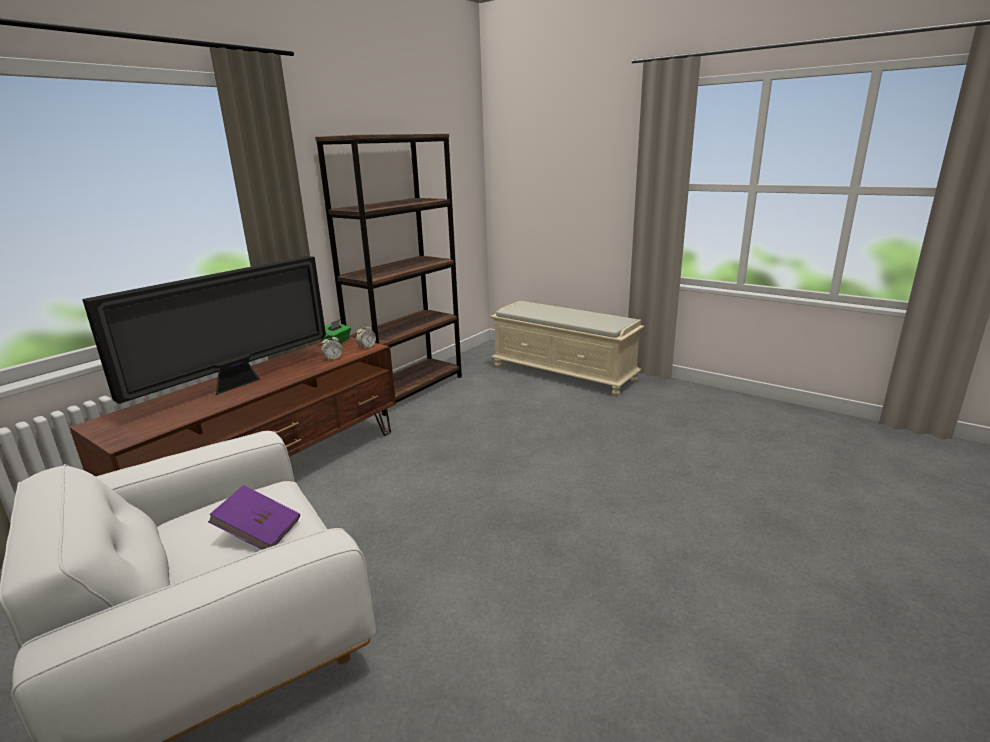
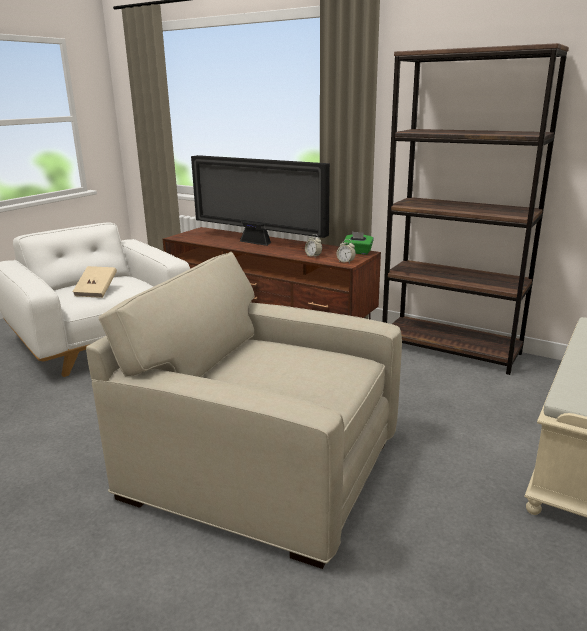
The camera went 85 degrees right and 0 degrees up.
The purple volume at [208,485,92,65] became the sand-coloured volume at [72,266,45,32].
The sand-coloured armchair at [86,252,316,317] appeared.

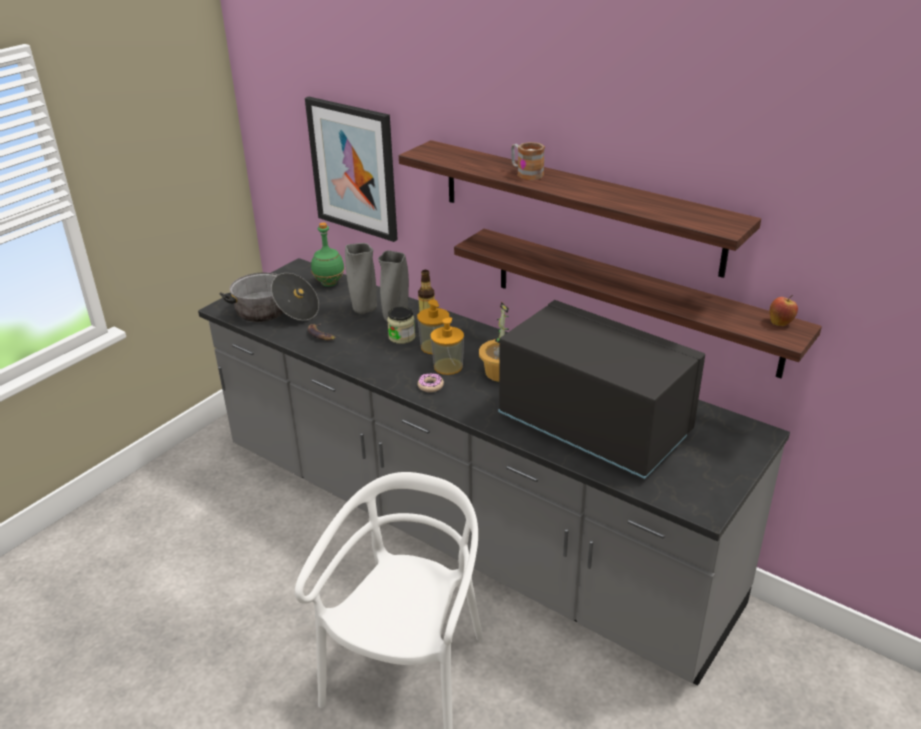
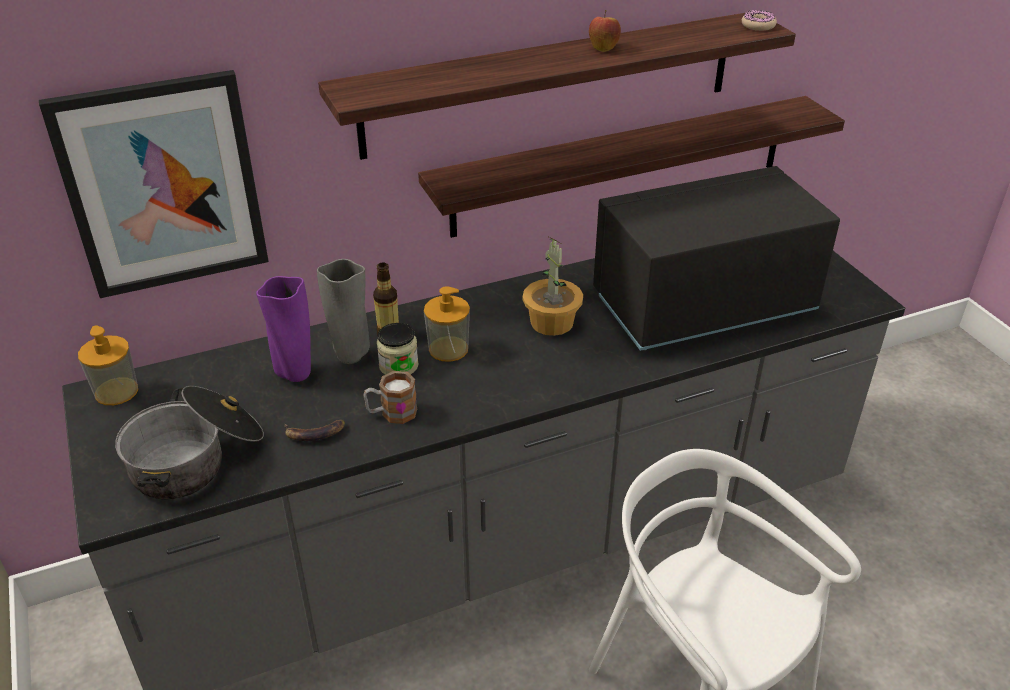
The camera went 60 degrees left and 5 degrees up.
The soap bottle moved from [430,317,34,58] to [78,325,60,80].
The grey vase at [345,243,32,71] became the purple vase at [256,276,55,106].
The coffee mug moved from [511,142,34,38] to [363,371,54,53].
The whole apple moved from [770,295,28,31] to [589,10,32,42].
The doughnut moved from [417,373,27,19] to [742,10,35,21].
The green drink bottle at [311,222,34,65] disappeared.

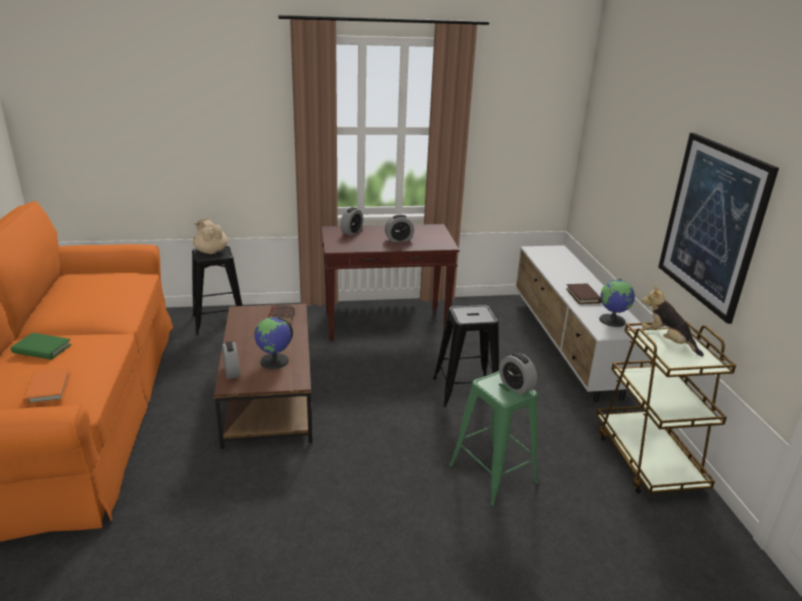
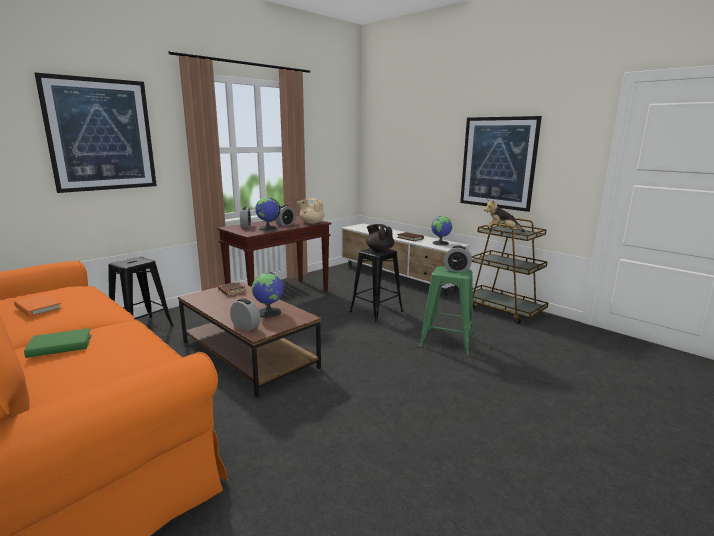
The camera went 35 degrees left and 10 degrees down.
The orangey volume moved from [23,367,48,38] to [14,294,49,23].
The wall picture at [35,73,122,120] appeared.
The world globe at [255,197,26,34] appeared.
The sand-coloured teapot moved from [193,218,35,36] to [297,198,27,26].
The blackish teapot at [367,224,27,28] appeared.

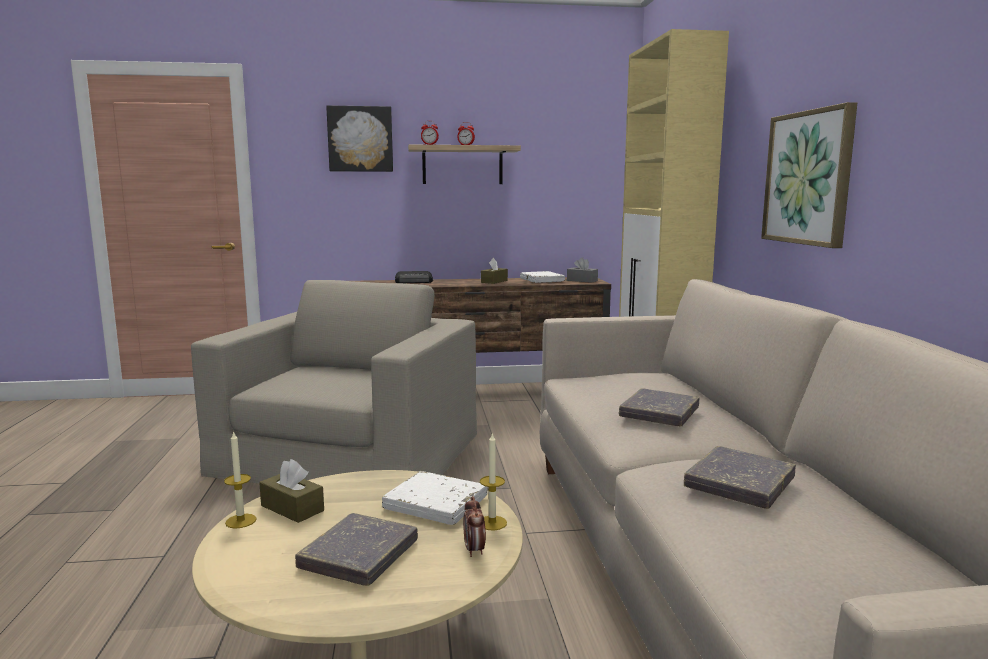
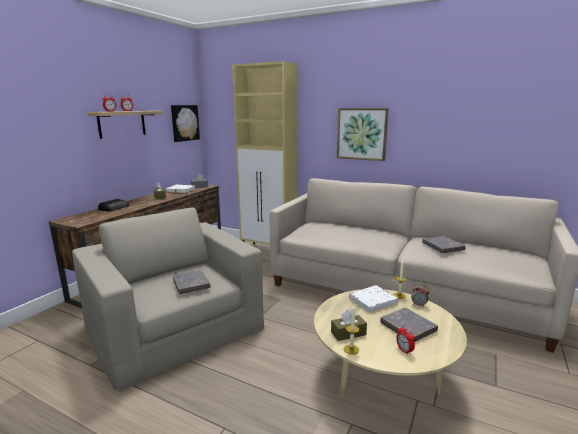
The camera went 55 degrees left and 5 degrees up.
The wall picture moved from [326,105,67,67] to [171,105,29,37].
The grey volume moved from [619,388,81,38] to [173,270,38,24].
The bedside clock at [396,325,19,30] appeared.

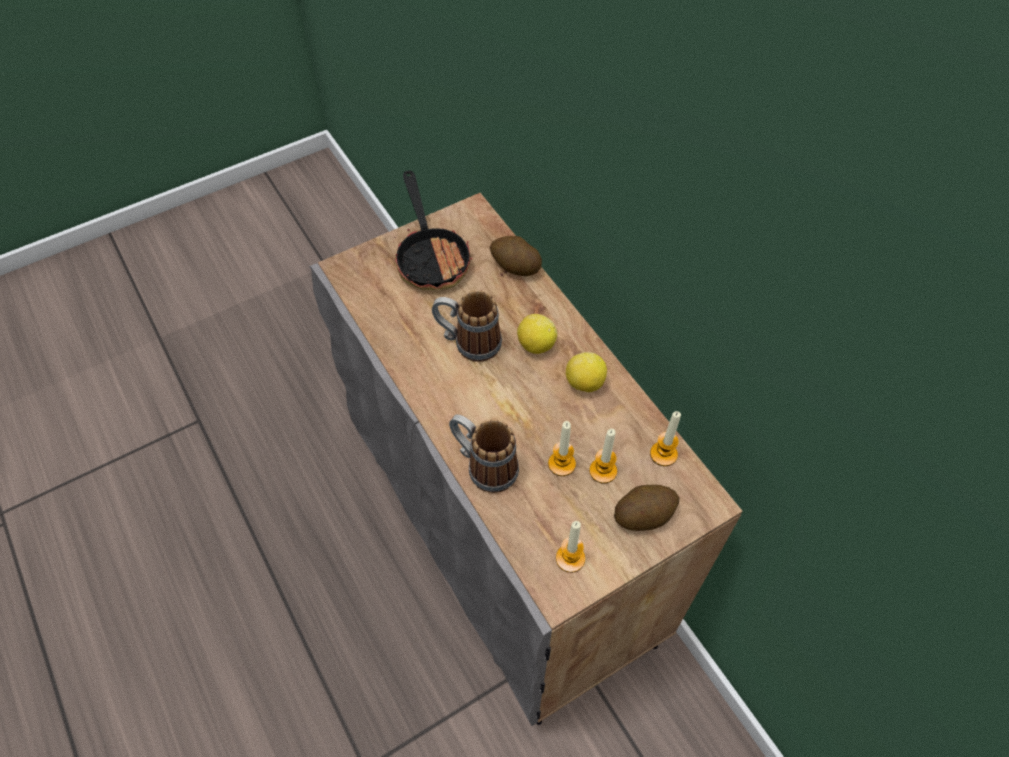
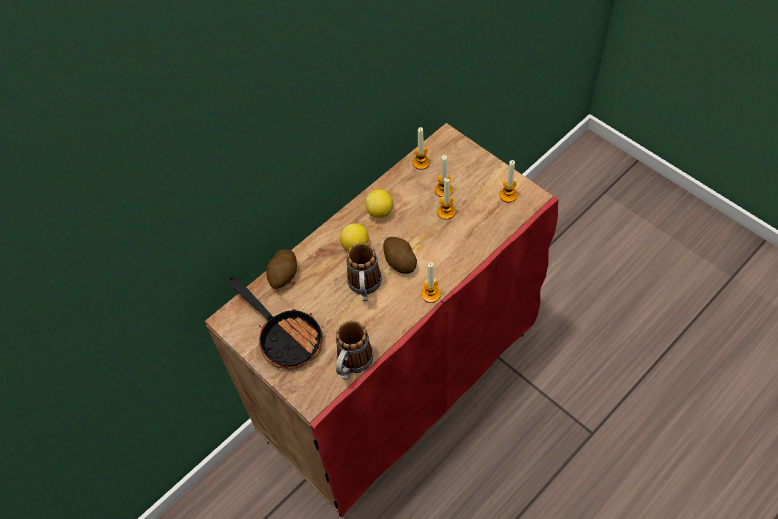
The camera went 100 degrees left and 0 degrees up.
The grey cupboard at [309,193,433,533] became the red-coloured cupboard at [205,123,354,394].
The frying pan at [393,170,79,120] turned 75 degrees clockwise.
The coffee mug moved from [449,414,70,79] to [336,320,37,60].
The spud moved from [614,485,66,46] to [383,237,34,37].
The wax light at [421,262,20,41] appeared.

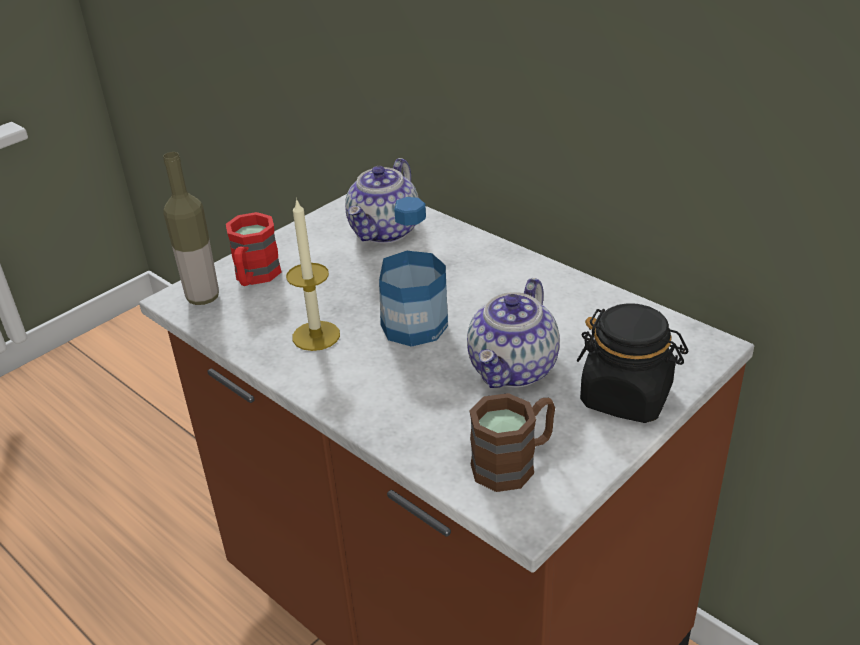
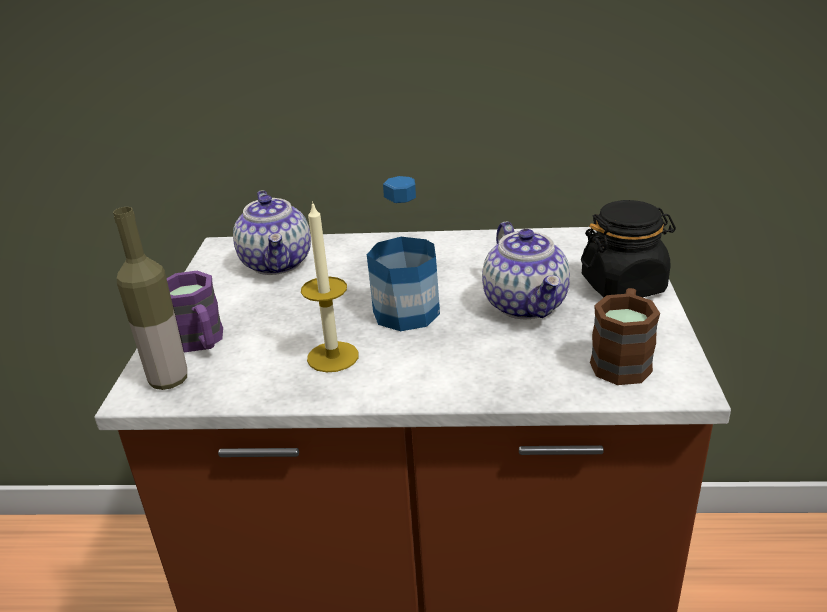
The camera went 40 degrees left and 5 degrees down.
The red-coloured coffee mug at [226,212,56,74] became the purple coffee mug at [167,270,56,82].

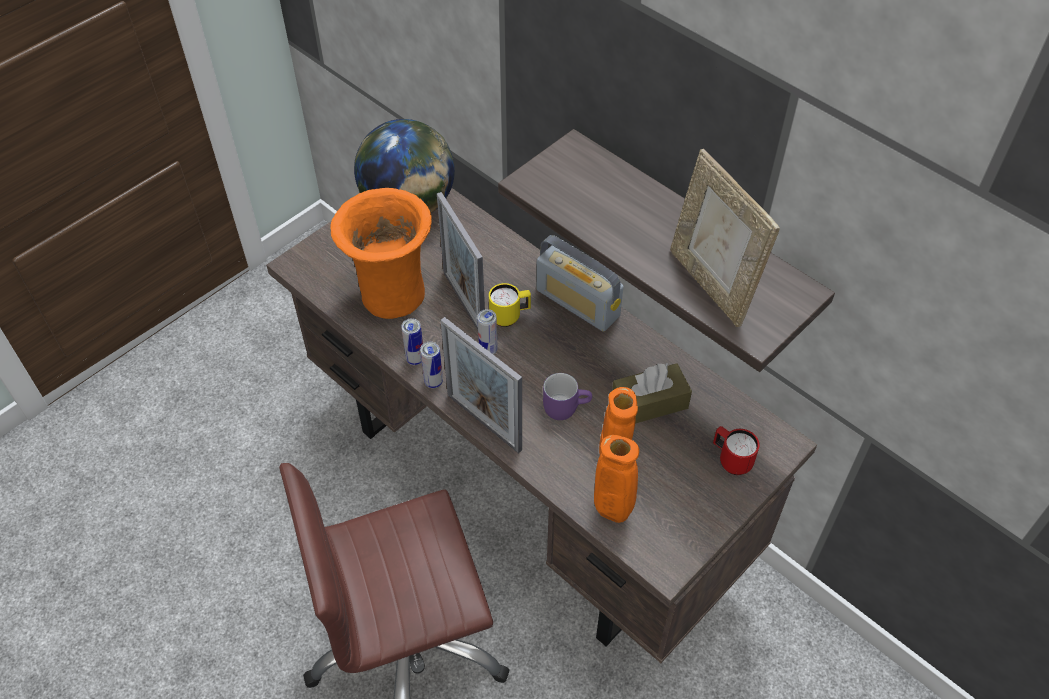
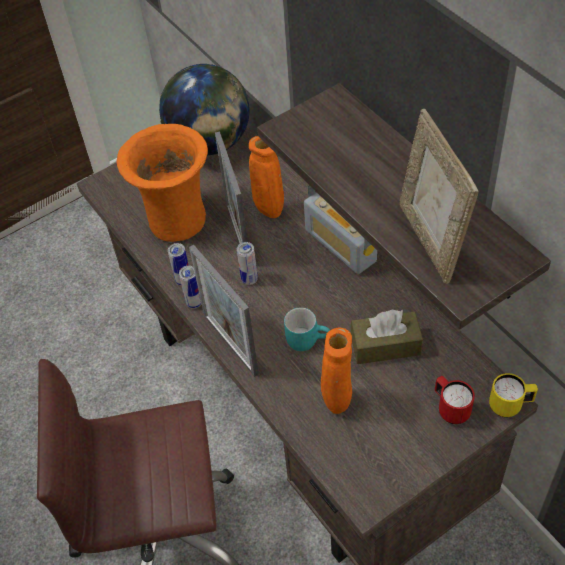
The camera went 15 degrees right and 0 degrees up.
The orangey vase moved from [594,435,45,88] to [249,136,35,82].
The purple coffee mug at [543,373,49,47] became the turquoise-coloured coffee mug at [284,307,46,44].
The yellow coffee mug moved from [489,283,42,44] to [489,373,49,44].

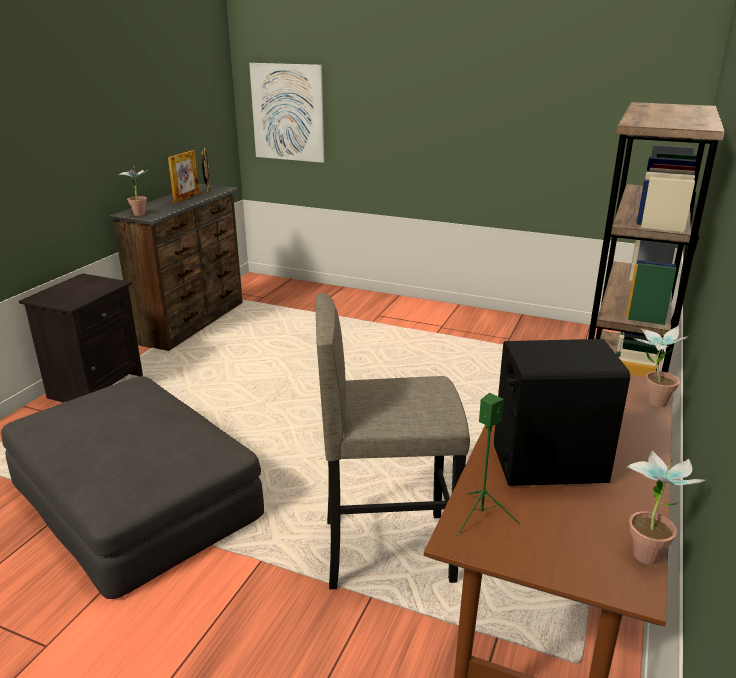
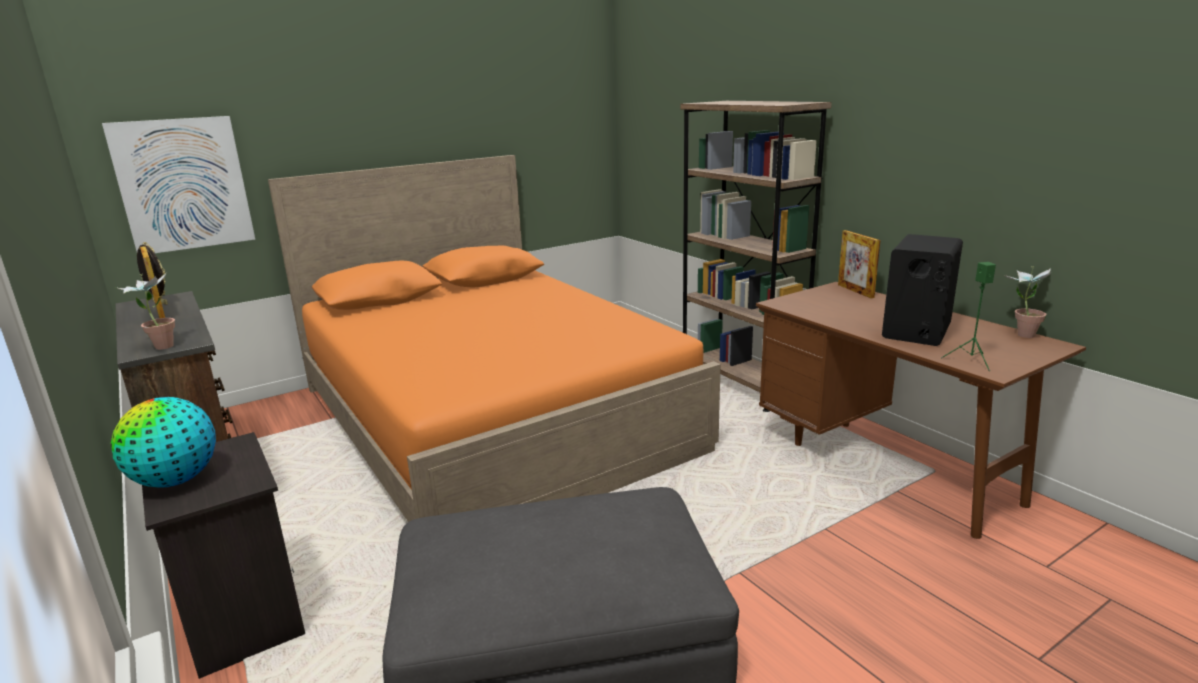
The camera went 55 degrees left and 5 degrees down.
The world globe at [111,397,105,91] appeared.
The orangey bedroom bed at [268,155,453,367] appeared.
The potted plant at [632,326,56,81] was replaced by the photo frame at [838,230,42,68].
The grey stool seat at [316,294,154,295] disappeared.

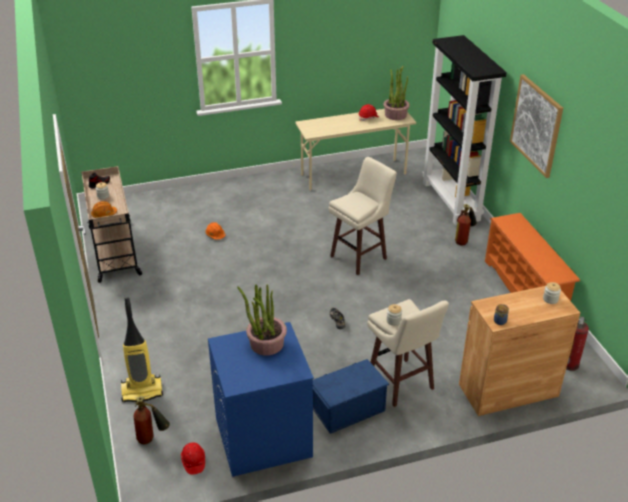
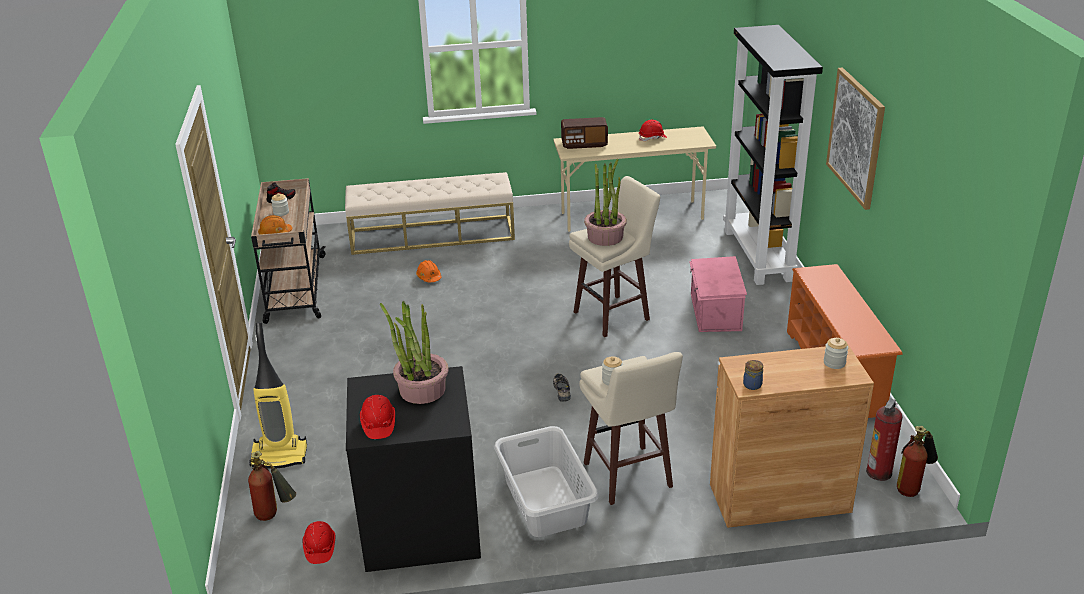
The camera went 10 degrees right and 5 degrees down.
The sand-coloured long seat at [345,172,170,83] appeared.
The bluish washing machine at [208,322,106,155] became the blackish washing machine at [346,366,135,206].
The red-coloured safety helmet at [360,395,35,44] appeared.
The bluish storage bin at [313,359,76,75] was replaced by the grey washing basket at [494,426,105,111].
The radio receiver at [561,117,47,32] appeared.
The potted plant moved from [383,66,27,54] to [584,159,43,87].
The pink storage bin at [689,256,58,76] appeared.
The fire extinguisher moved from [455,204,22,41] to [897,426,41,71].

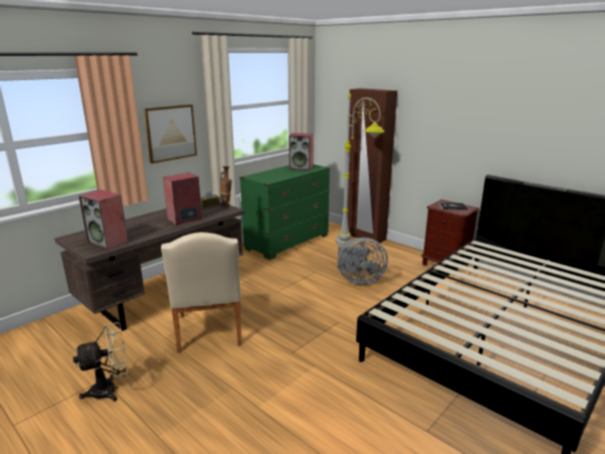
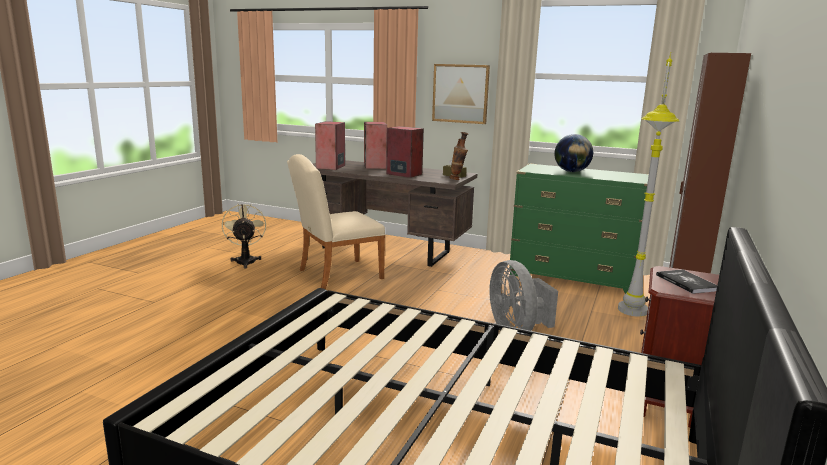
The camera went 70 degrees right and 5 degrees down.
The sand-coloured electric fan at [73,322,55,79] turned 150 degrees counterclockwise.
The speaker moved from [289,133,24,38] to [364,122,23,47].
The world globe at [554,134,39,38] appeared.

